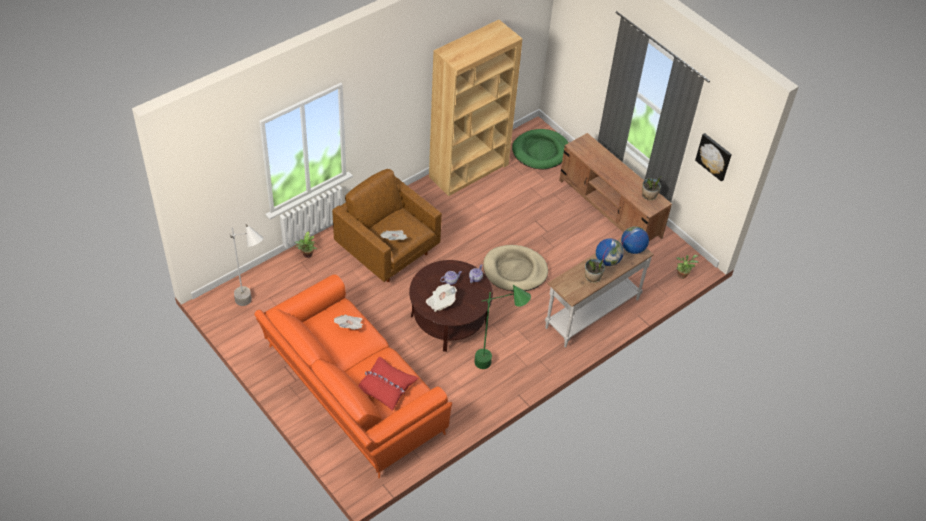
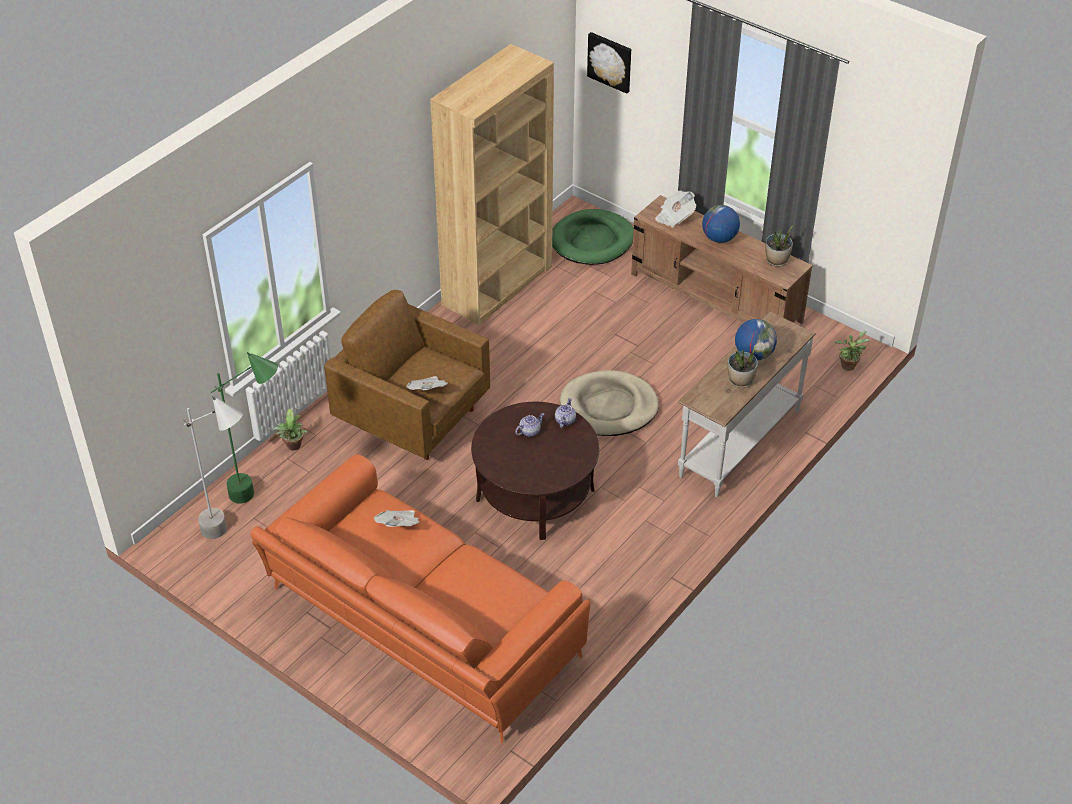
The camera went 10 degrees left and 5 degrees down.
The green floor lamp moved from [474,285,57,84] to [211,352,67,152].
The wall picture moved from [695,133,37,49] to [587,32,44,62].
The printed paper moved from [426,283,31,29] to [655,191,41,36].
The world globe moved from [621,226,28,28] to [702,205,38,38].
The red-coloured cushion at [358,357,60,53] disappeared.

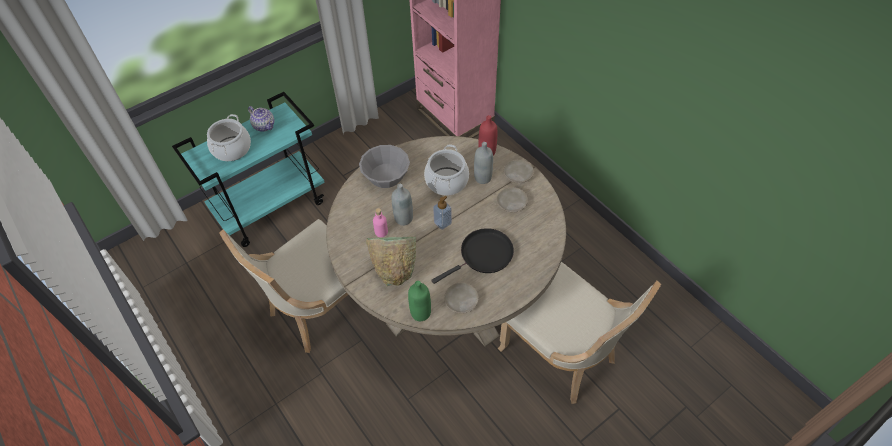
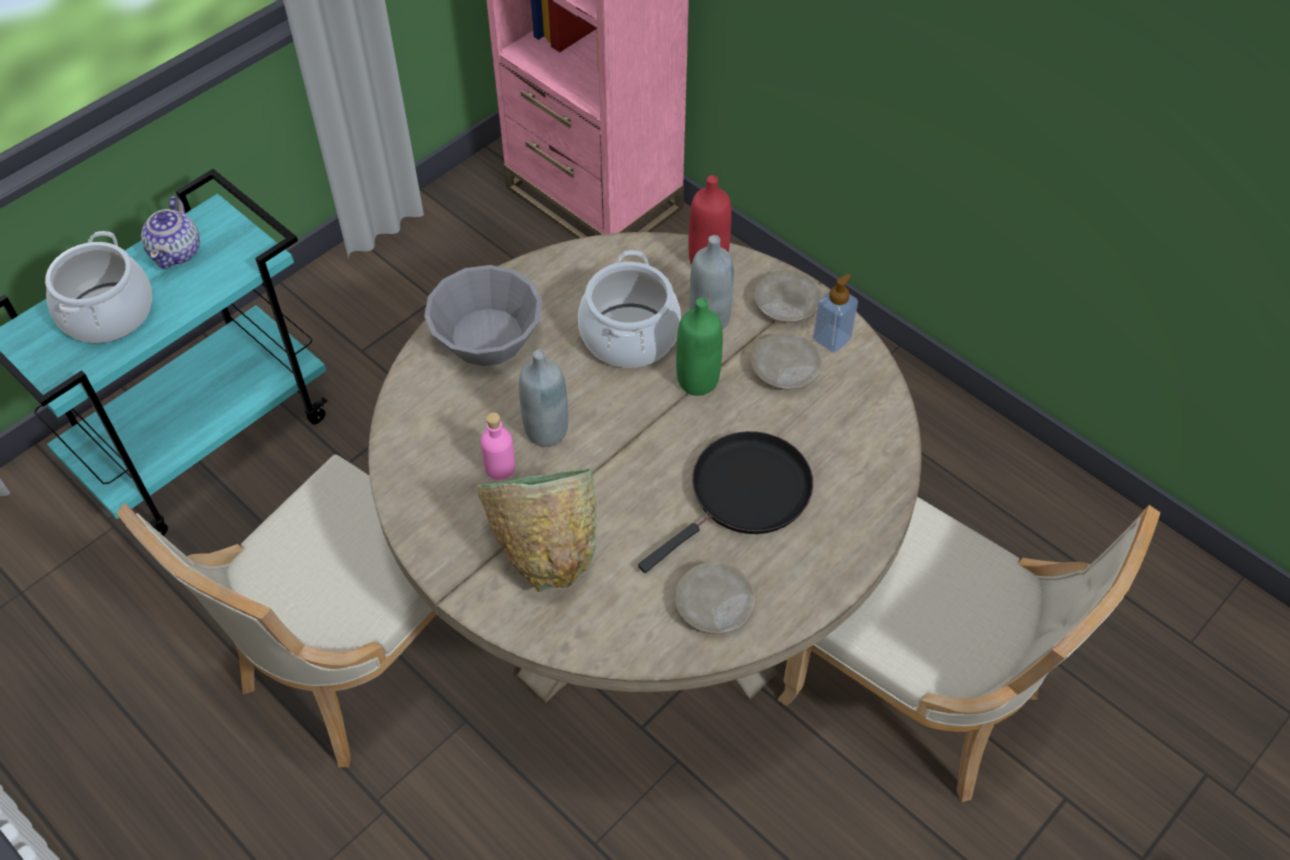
The camera went 10 degrees left and 0 degrees up.
The teapot at [248,106,27,26] turned 60 degrees clockwise.
The green drink bottle moved from [408,281,23,40] to [676,298,47,98].
The soap bottle moved from [433,196,19,34] to [813,274,45,79].

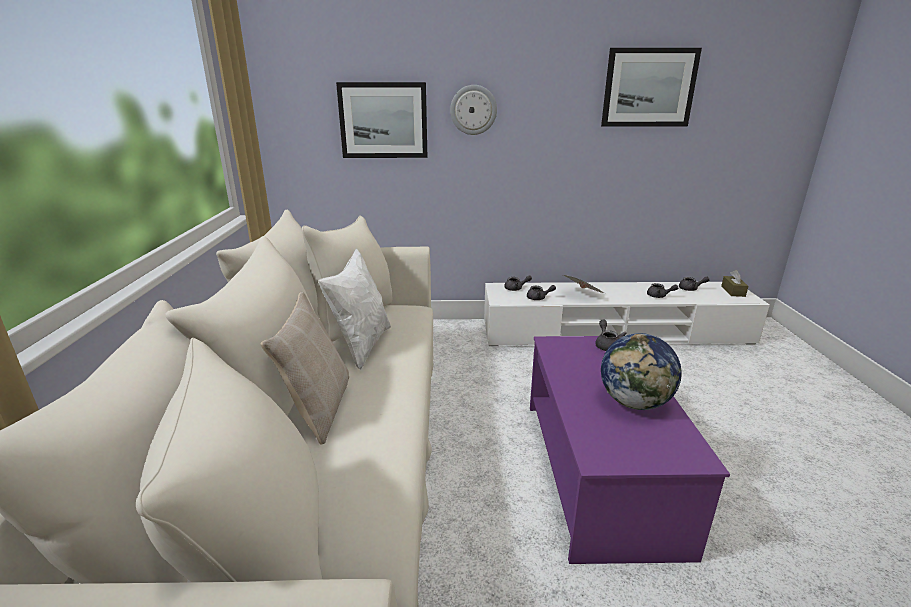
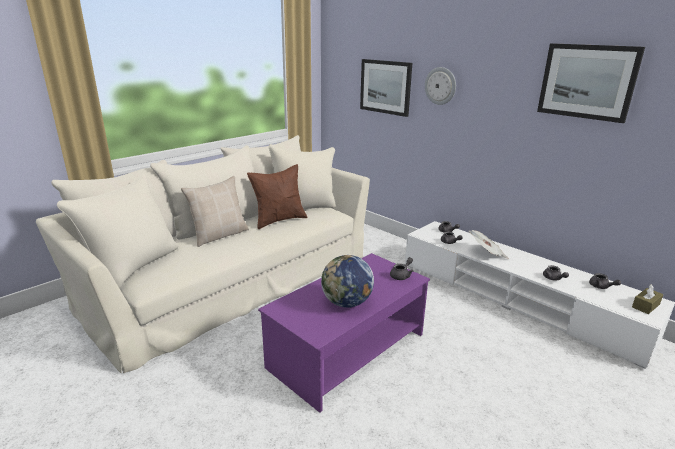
The camera went 45 degrees right and 0 degrees up.
The white cushion at [318,248,73,123] became the brownish cushion at [247,164,60,65].

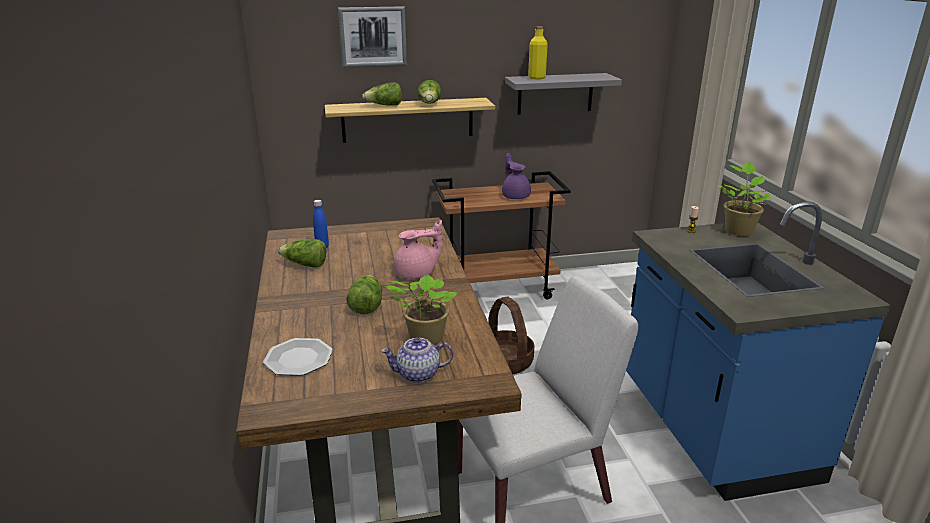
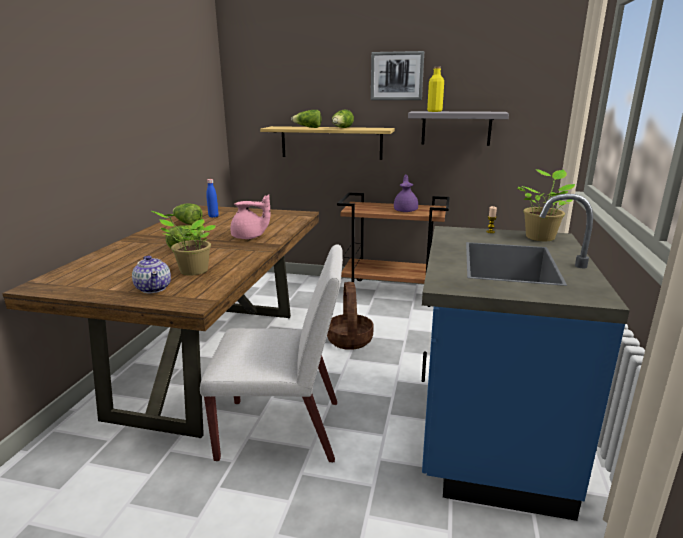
The camera went 25 degrees right and 5 degrees down.
The teapot at [381,337,73,46] turned 135 degrees counterclockwise.
The wall picture moved from [338,6,69,62] to [371,51,53,49].
The plate at [263,338,70,38] disappeared.

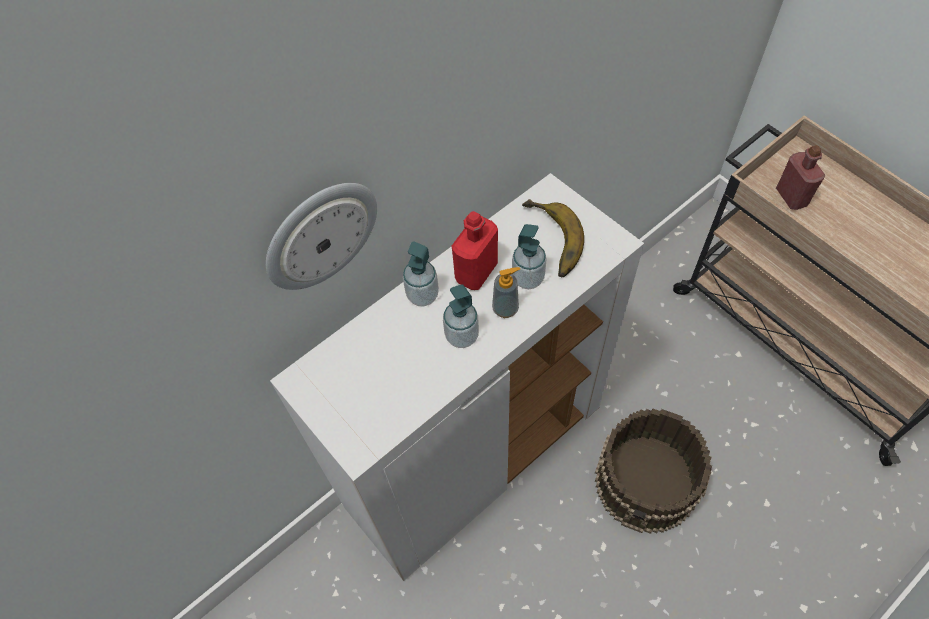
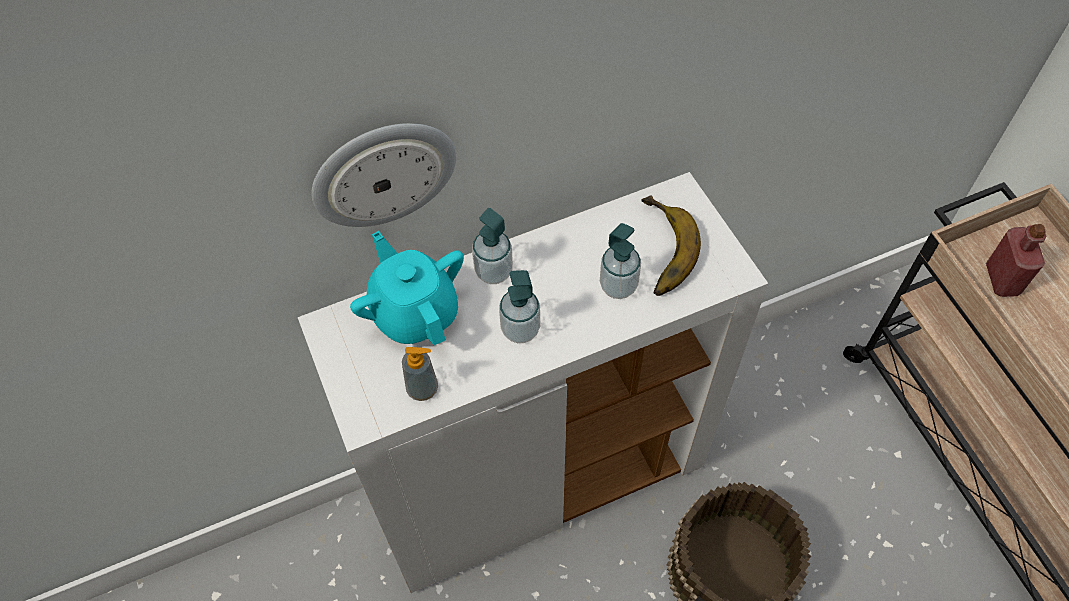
The camera went 15 degrees right and 0 degrees up.
The turquoise-coloured teapot at [350,231,114,114] appeared.
The soap bottle moved from [492,267,28,51] to [402,347,36,54].
The red-coloured drink bottle at [452,211,46,79] disappeared.

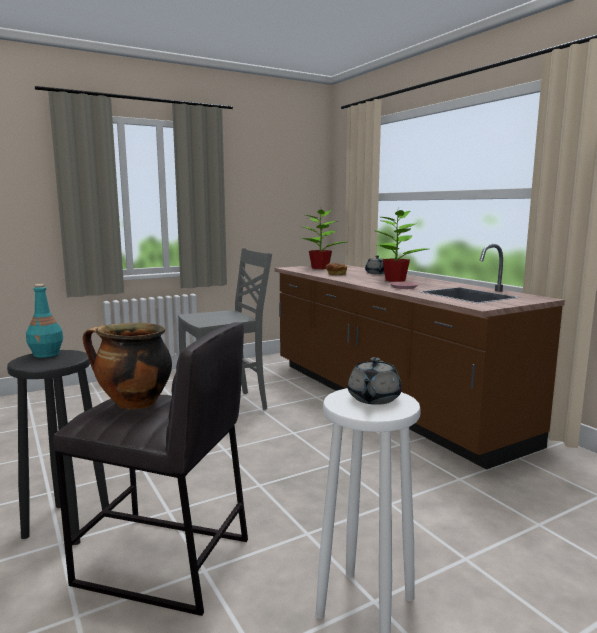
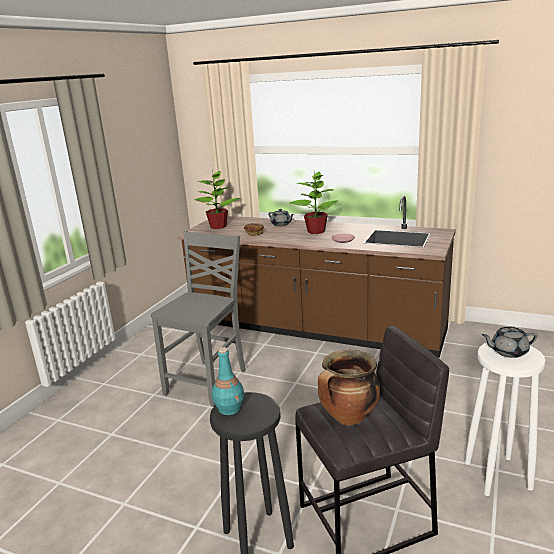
The camera went 35 degrees left and 10 degrees up.
The grey teapot at [347,357,55,48] turned 105 degrees clockwise.

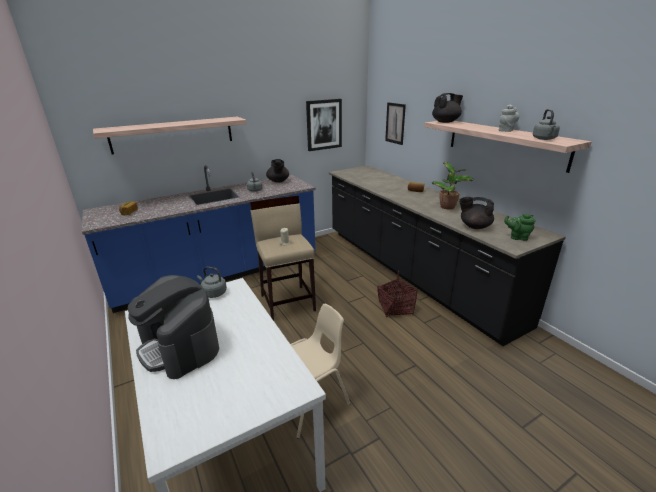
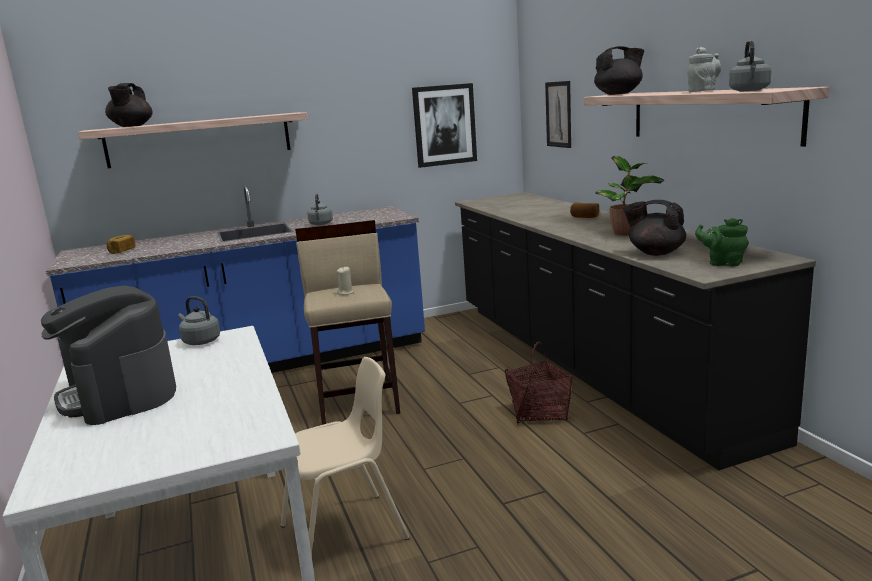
The camera went 10 degrees right and 10 degrees down.
The blackish teapot moved from [266,159,23,24] to [105,83,48,44].

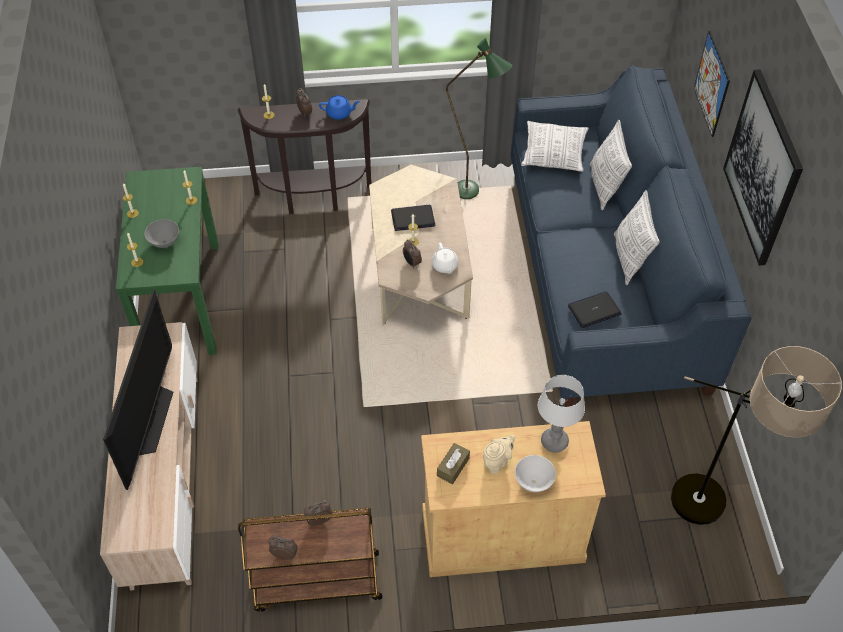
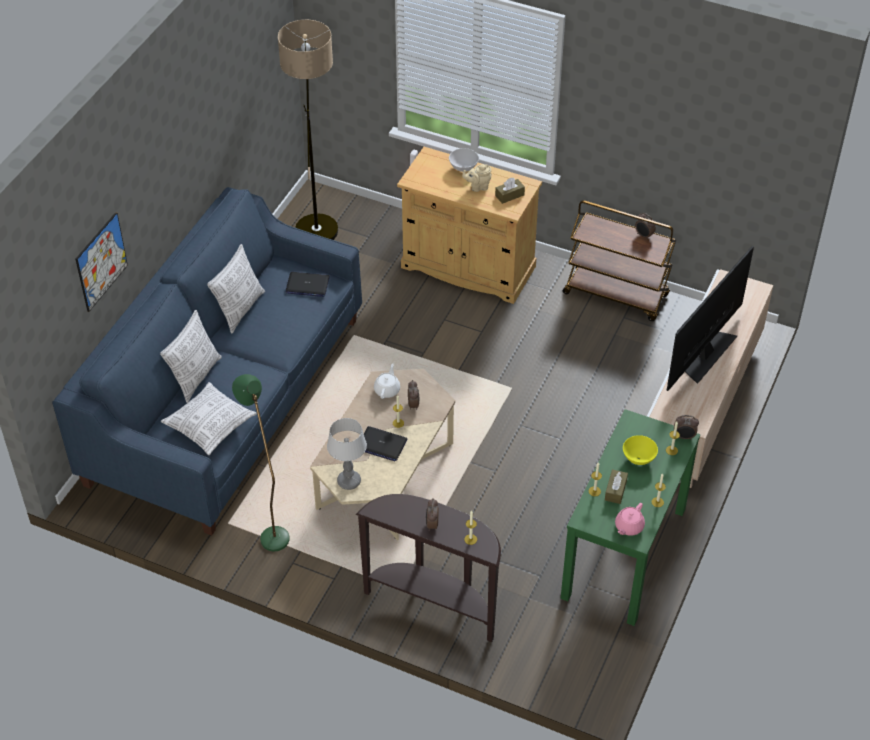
The camera went 150 degrees left and 5 degrees down.
The lamp for a table moved from [538,375,47,78] to [327,418,40,72].
The brownish tissue holder at [605,469,23,35] appeared.
The pink teapot at [615,503,30,33] appeared.
The grey deep dish at [144,219,35,29] became the yellow deep dish at [623,435,35,30].
The bedside clock moved from [304,500,29,26] to [674,415,25,25].
The bluish teapot at [319,95,41,25] disappeared.
The wall picture at [723,69,80,197] disappeared.

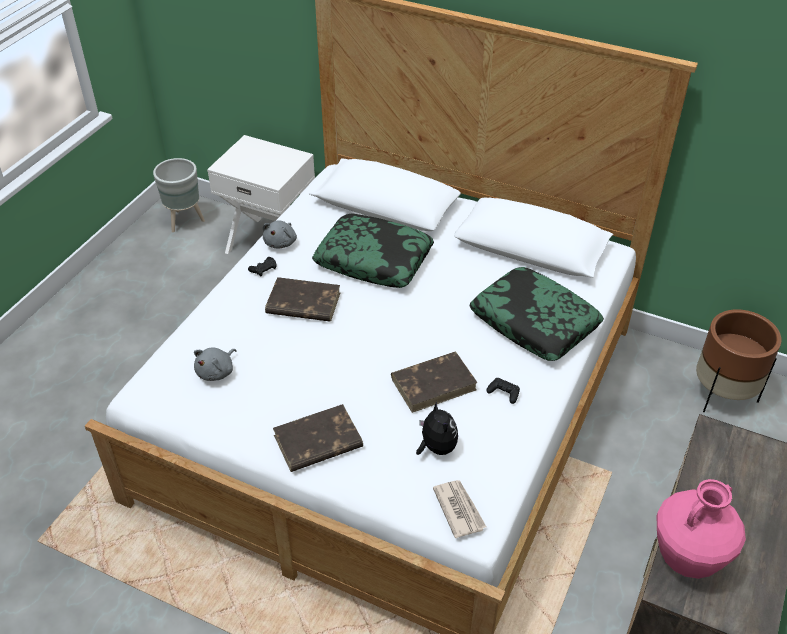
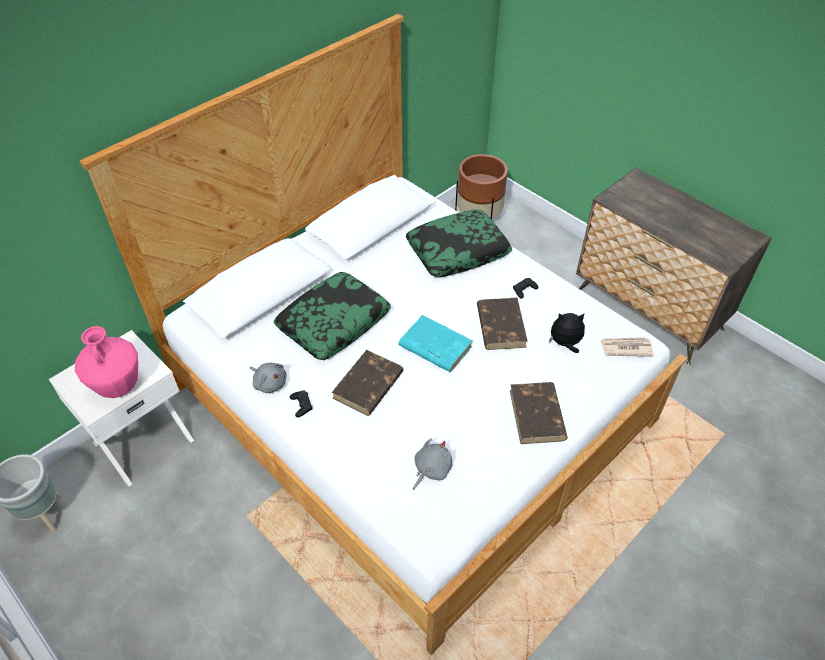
The camera went 70 degrees left and 5 degrees up.
The pink vase moved from [657,479,89,100] to [75,326,63,72].
The turquoise-coloured volume at [398,315,75,57] appeared.
The grey plush toy at [194,347,42,34] turned 105 degrees counterclockwise.

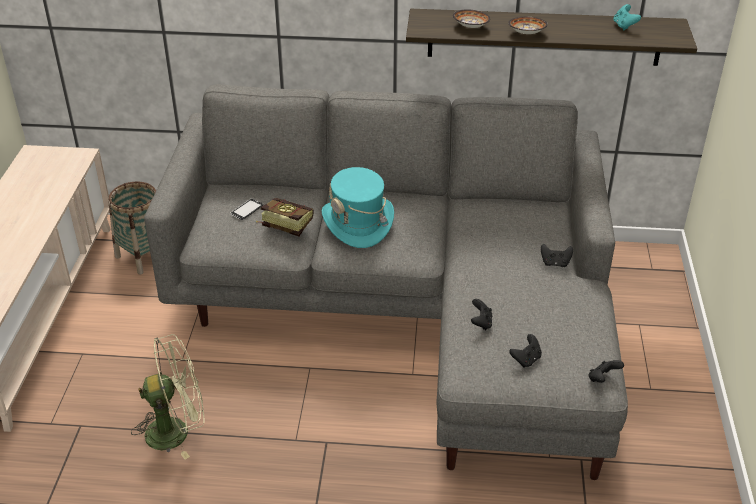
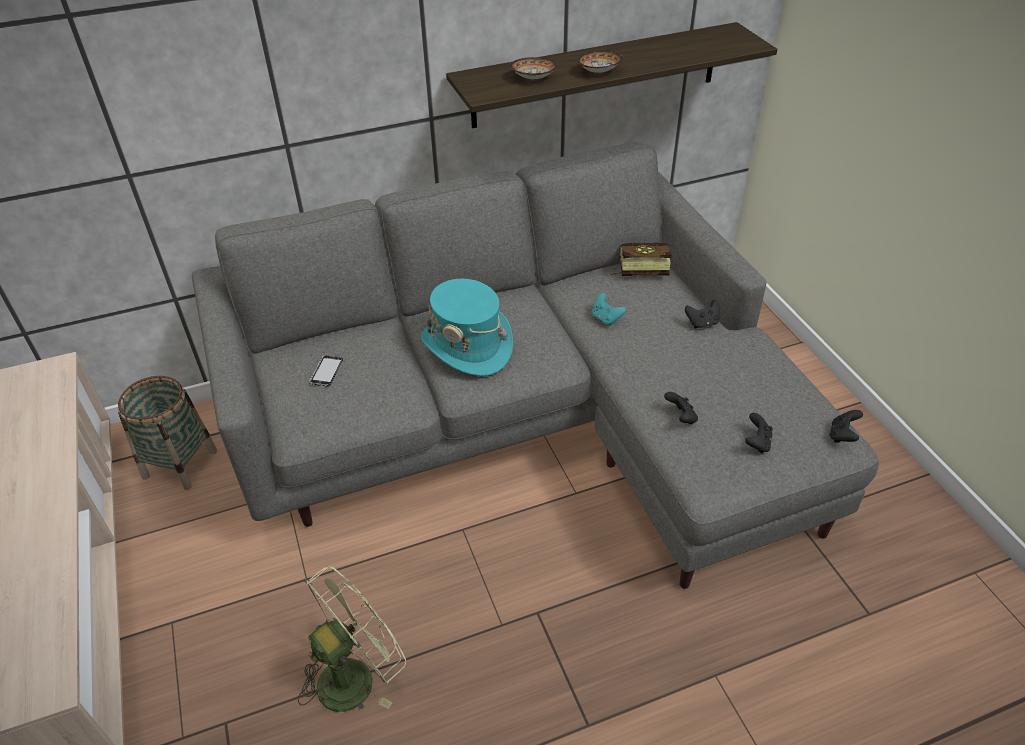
The camera went 25 degrees left and 5 degrees up.
The turquoise-coloured game controller moved from [613,4,28,26] to [592,293,34,33].
The volume moved from [256,198,58,38] to [608,242,64,34].

